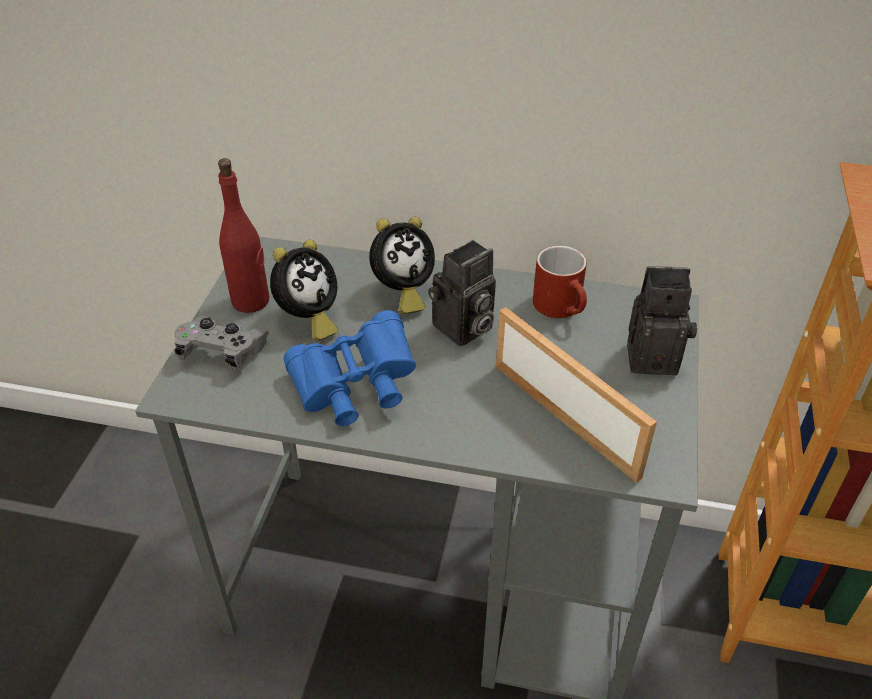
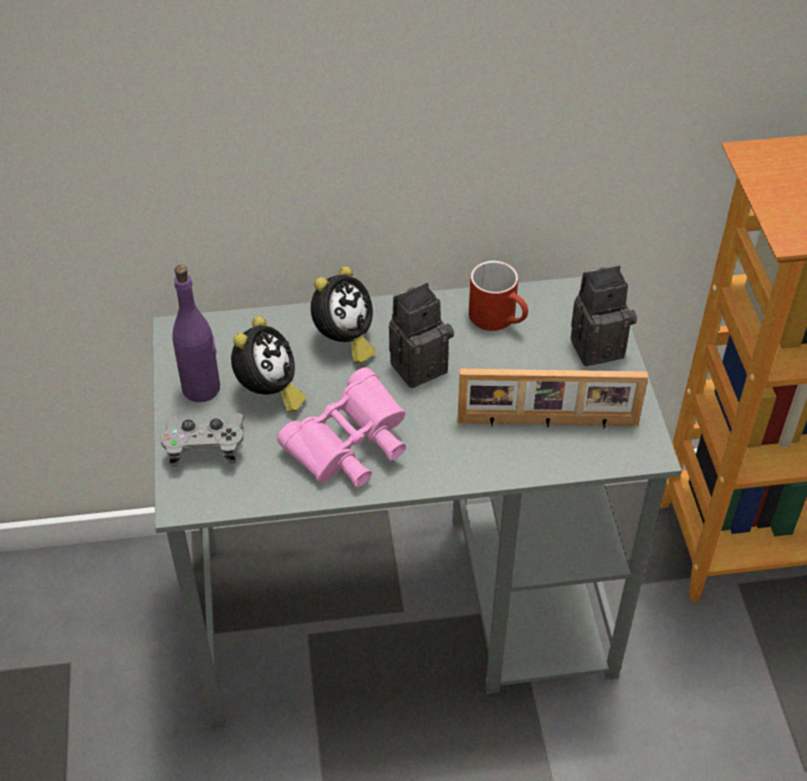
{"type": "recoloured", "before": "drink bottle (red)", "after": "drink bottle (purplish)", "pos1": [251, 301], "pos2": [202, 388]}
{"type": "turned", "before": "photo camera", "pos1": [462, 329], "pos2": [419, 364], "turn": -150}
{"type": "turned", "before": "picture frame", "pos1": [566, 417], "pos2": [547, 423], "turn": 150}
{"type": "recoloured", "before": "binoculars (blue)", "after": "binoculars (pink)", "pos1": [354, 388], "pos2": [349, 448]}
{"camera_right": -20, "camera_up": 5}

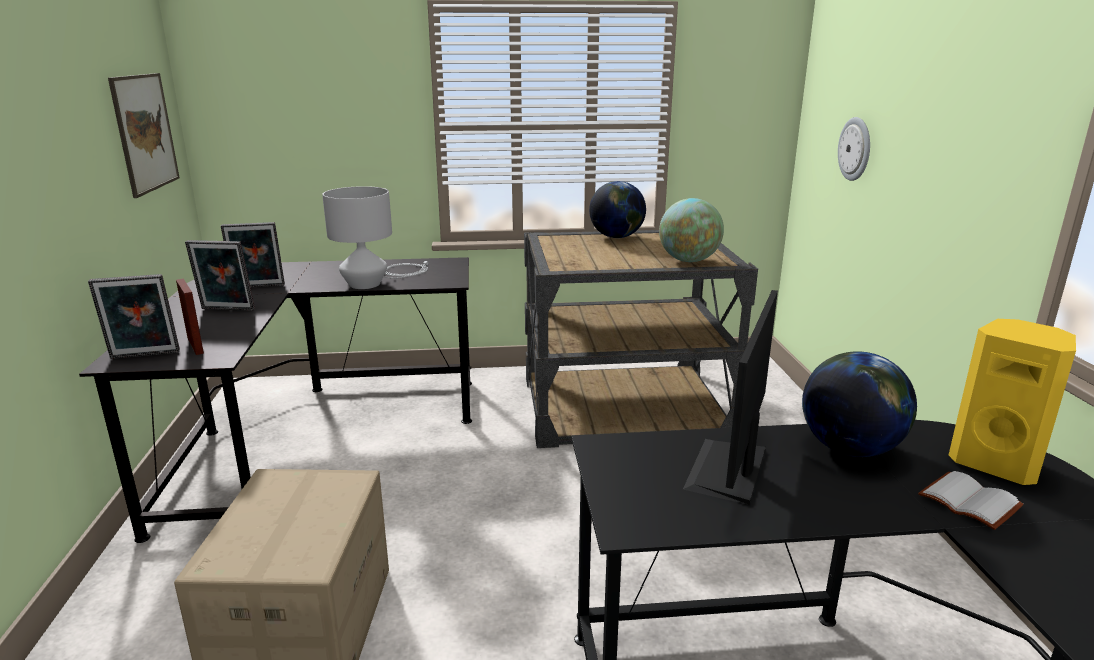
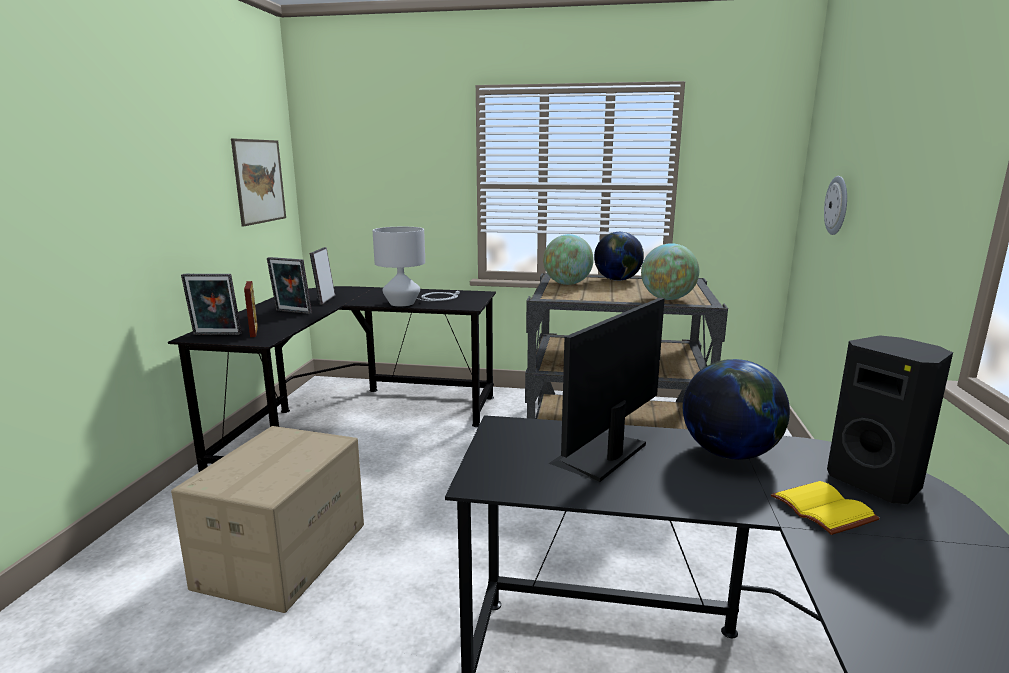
{"type": "turned", "before": "picture frame", "pos1": [258, 287], "pos2": [325, 300], "turn": 90}
{"type": "recoloured", "before": "audio speaker (yellow)", "after": "audio speaker (black)", "pos1": [996, 463], "pos2": [876, 483]}
{"type": "recoloured", "before": "book (whitish)", "after": "book (yellow)", "pos1": [971, 501], "pos2": [825, 509]}
{"type": "added", "after": "desk globe", "pos2": [567, 284]}
{"camera_right": 15, "camera_up": -5}

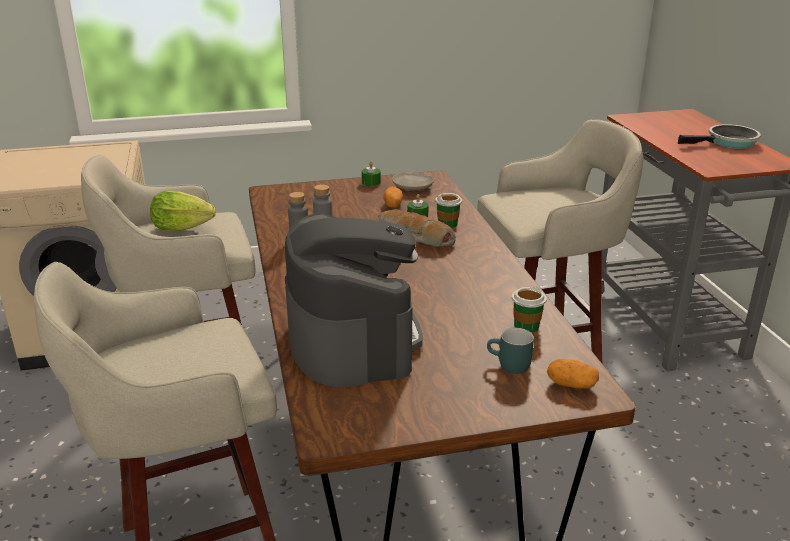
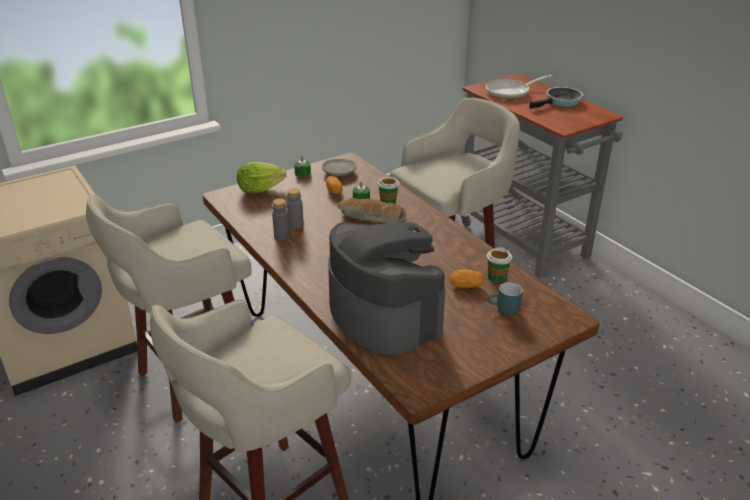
{"type": "moved", "before": "lettuce head", "pos1": [181, 228], "pos2": [259, 189]}
{"type": "moved", "before": "whole potato", "pos1": [571, 384], "pos2": [466, 286]}
{"type": "added", "after": "pan", "pos2": [510, 92]}
{"camera_right": -20, "camera_up": 5}

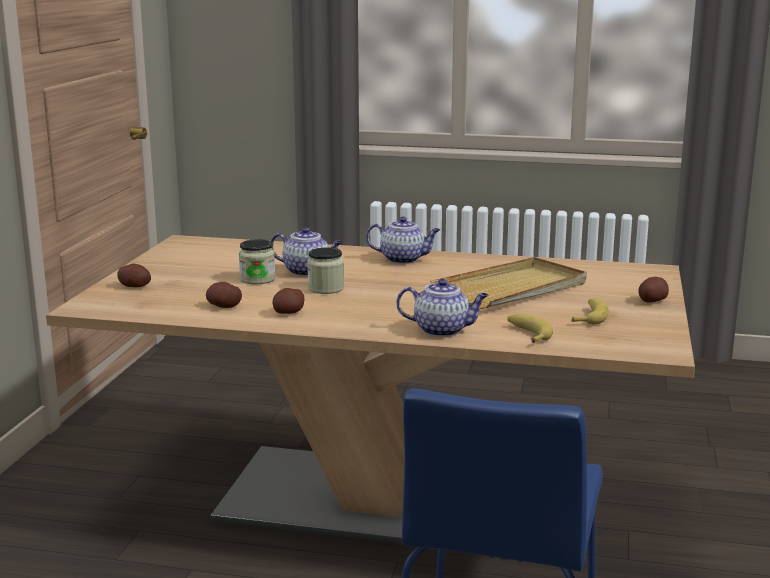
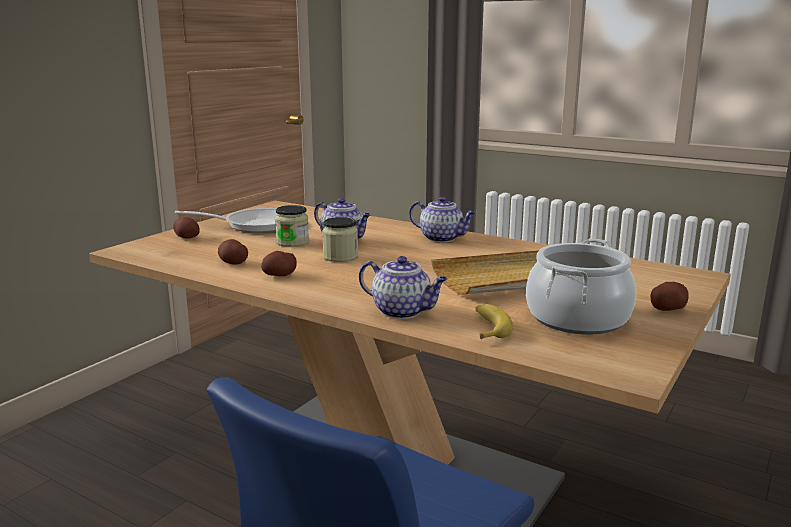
{"type": "replaced", "before": "banana", "after": "saucepot", "pos1": [589, 317], "pos2": [577, 318]}
{"type": "added", "after": "pan", "pos2": [254, 225]}
{"camera_right": 20, "camera_up": 0}

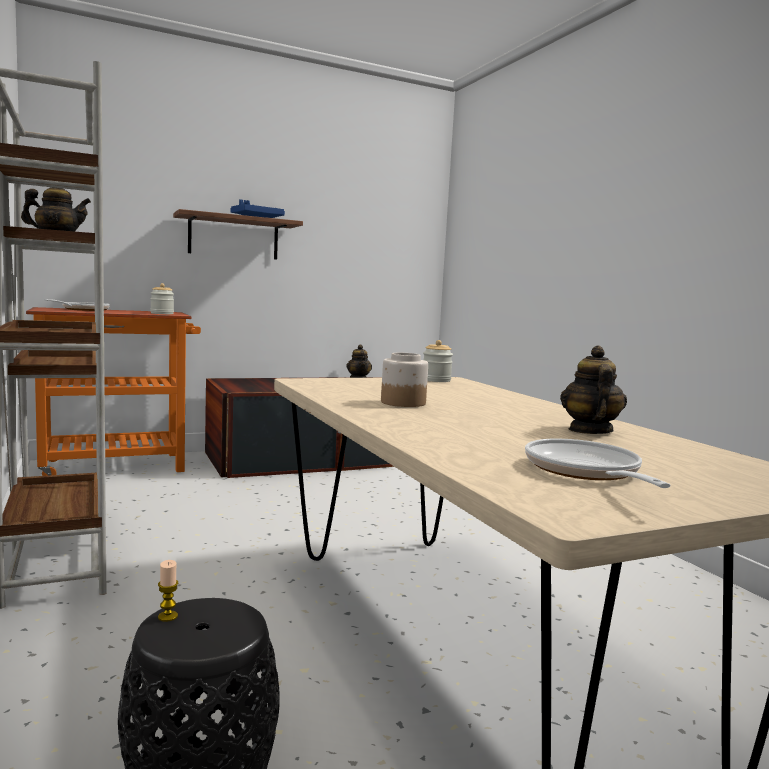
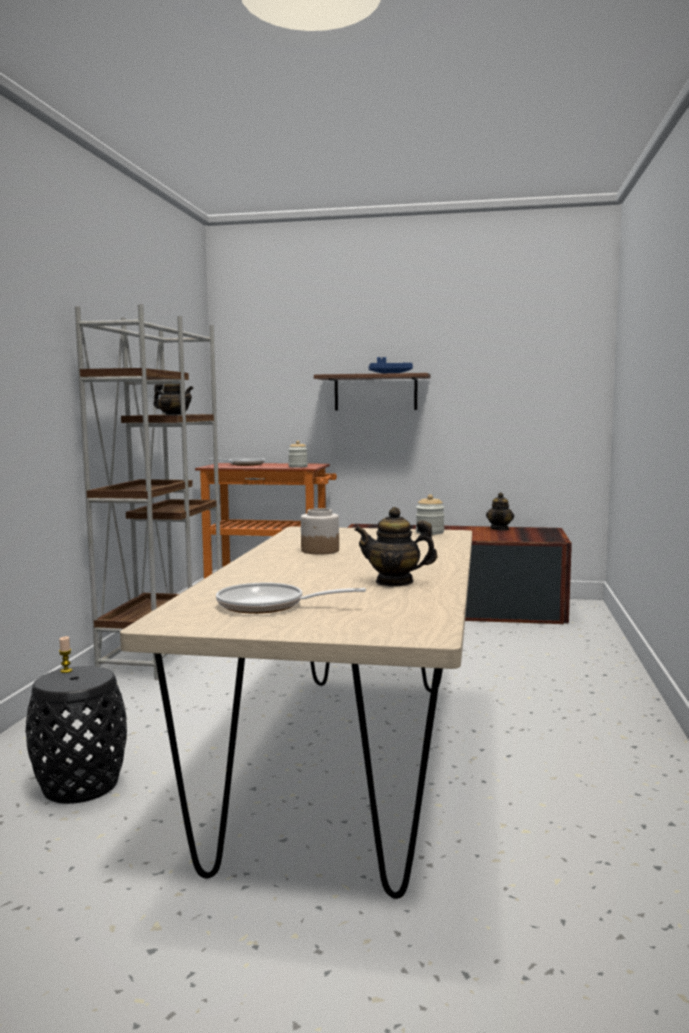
{"type": "turned", "before": "teapot", "pos1": [589, 431], "pos2": [394, 582], "turn": -120}
{"type": "turned", "before": "pan", "pos1": [585, 472], "pos2": [268, 606], "turn": -105}
{"camera_right": 35, "camera_up": 0}

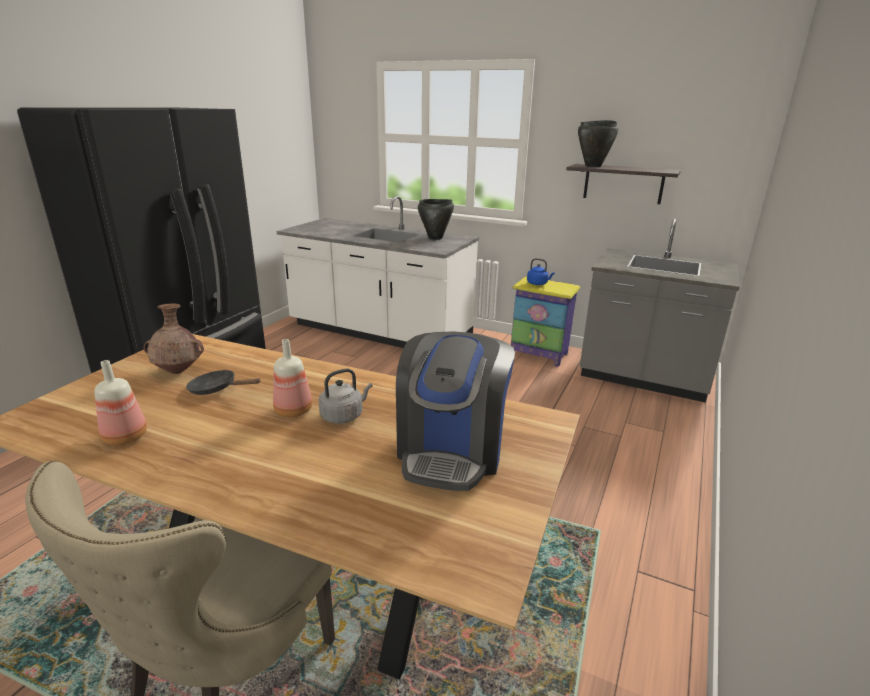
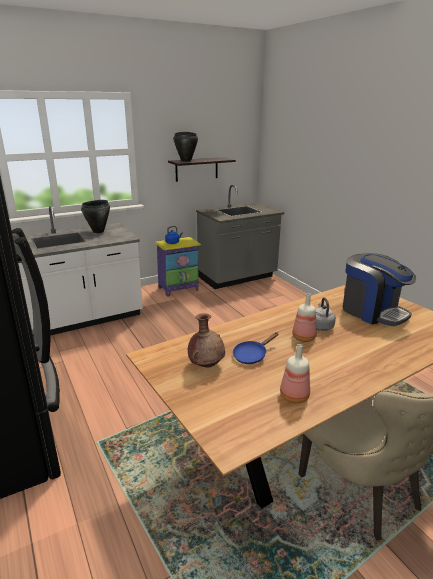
{"type": "recoloured", "before": "pan (black)", "after": "pan (blue)", "pos1": [217, 389], "pos2": [252, 355]}
{"camera_right": -55, "camera_up": 0}

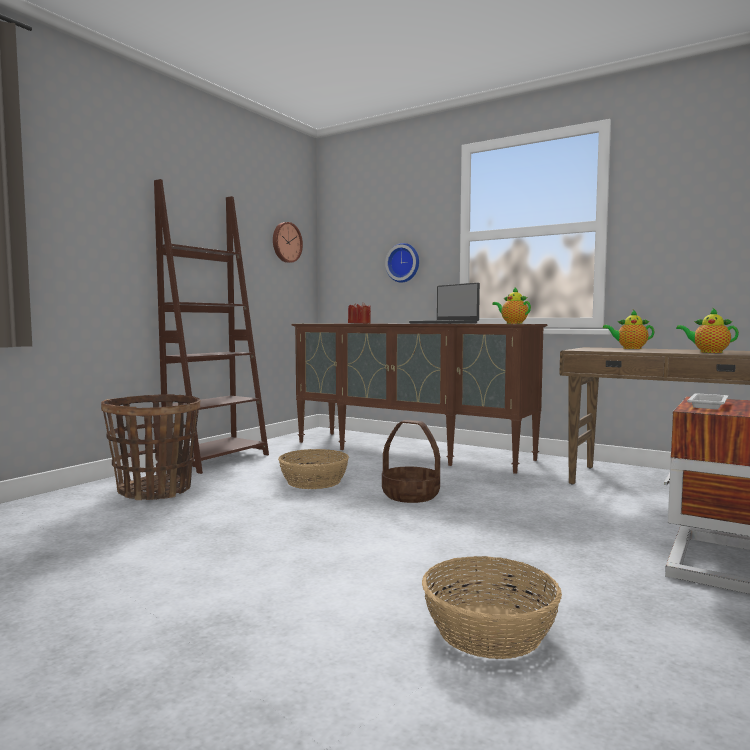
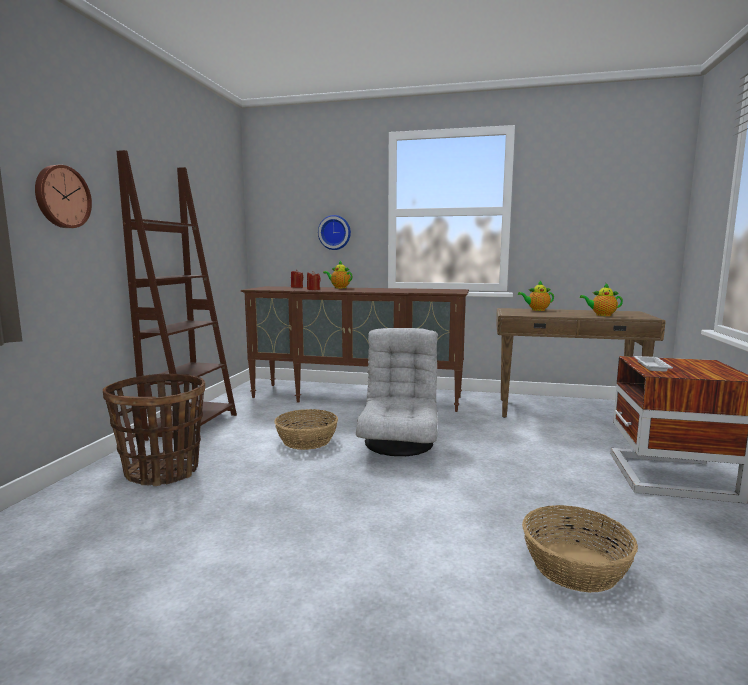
{"type": "moved", "before": "hanging clock", "pos1": [286, 242], "pos2": [61, 197]}
{"type": "removed", "before": "laptop", "pos1": [444, 323]}
{"type": "moved", "before": "teapot", "pos1": [512, 323], "pos2": [339, 288]}
{"type": "replaced", "before": "storage basket", "after": "easy chair (grey)", "pos1": [411, 495], "pos2": [400, 444]}
{"camera_right": -20, "camera_up": 5}

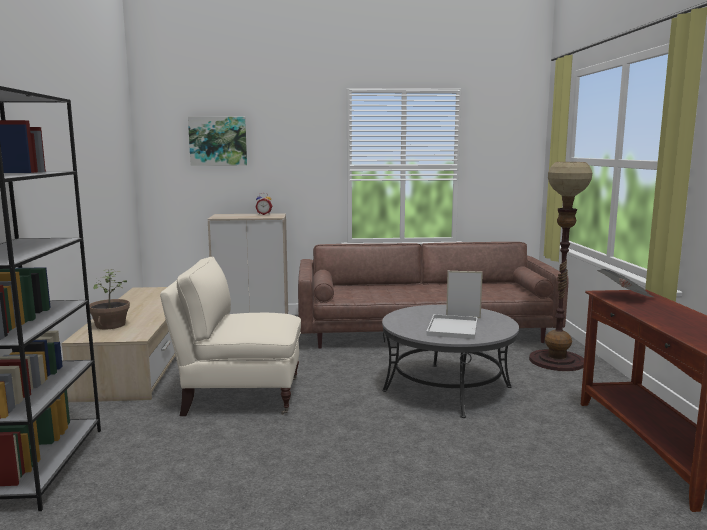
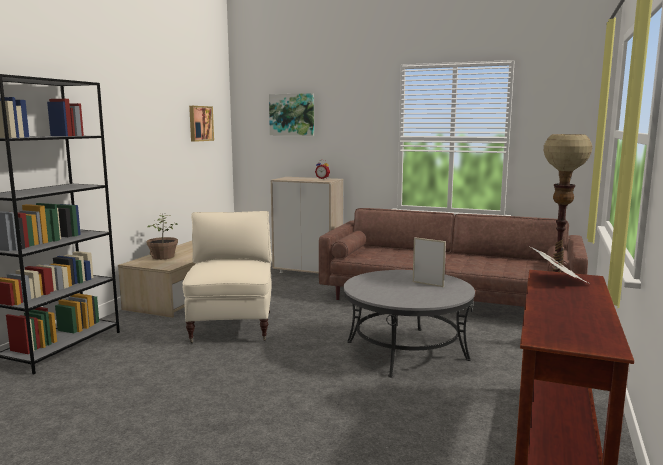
{"type": "turned", "before": "easy chair (sand-coloured)", "pos1": [239, 396], "pos2": [232, 326], "turn": 60}
{"type": "removed", "before": "carrying tray (whitish)", "pos1": [453, 328]}
{"type": "added", "after": "wall art", "pos2": [200, 123]}
{"camera_right": 25, "camera_up": 0}

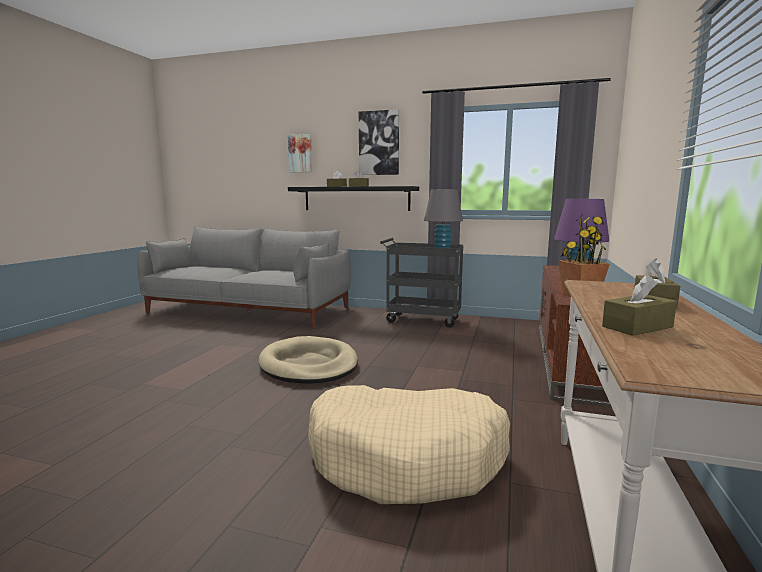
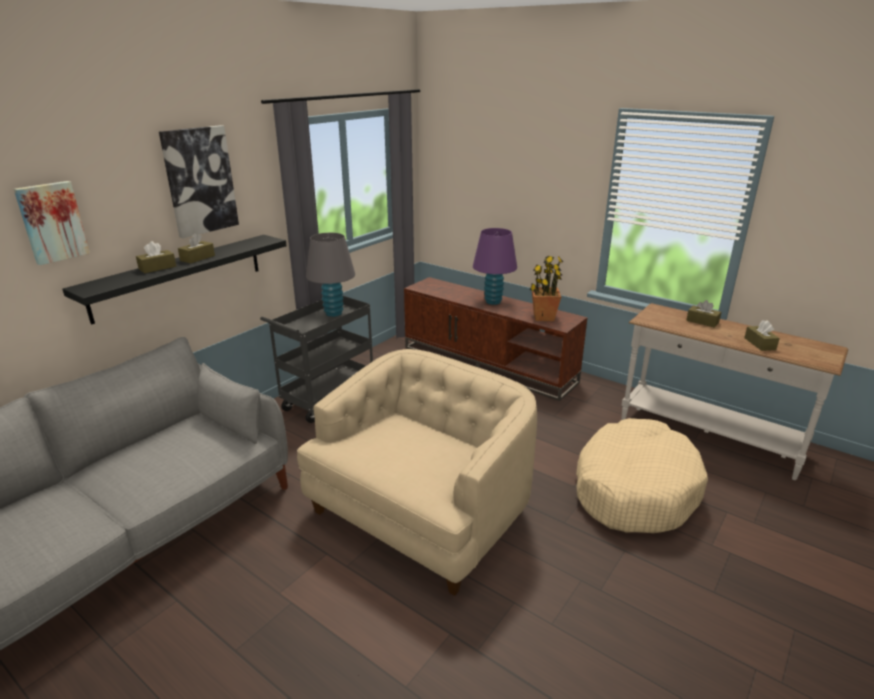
{"type": "replaced", "before": "dog bed (sand-coloured)", "after": "easy chair (sand-coloured)", "pos1": [309, 365], "pos2": [423, 511]}
{"camera_right": -70, "camera_up": 15}

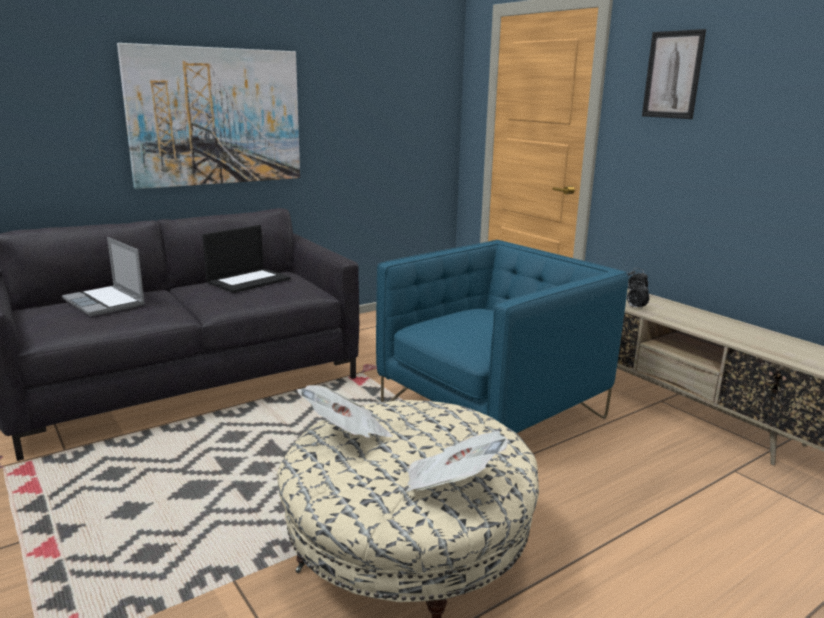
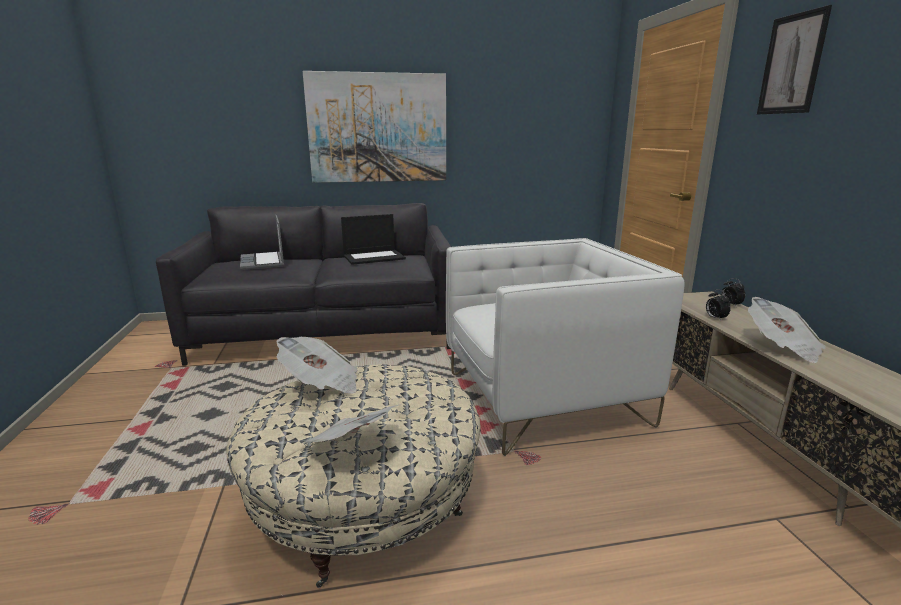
{"type": "recoloured", "before": "easy chair (blue)", "after": "easy chair (whitish)", "pos1": [491, 413], "pos2": [543, 399]}
{"type": "added", "after": "newspaper", "pos2": [782, 347]}
{"camera_right": 25, "camera_up": 0}

